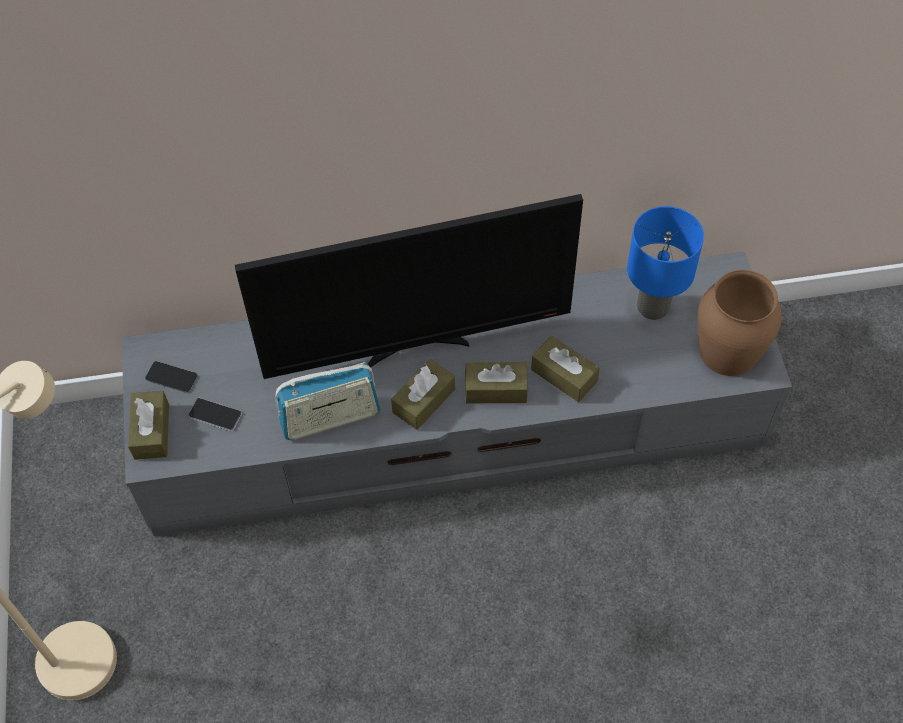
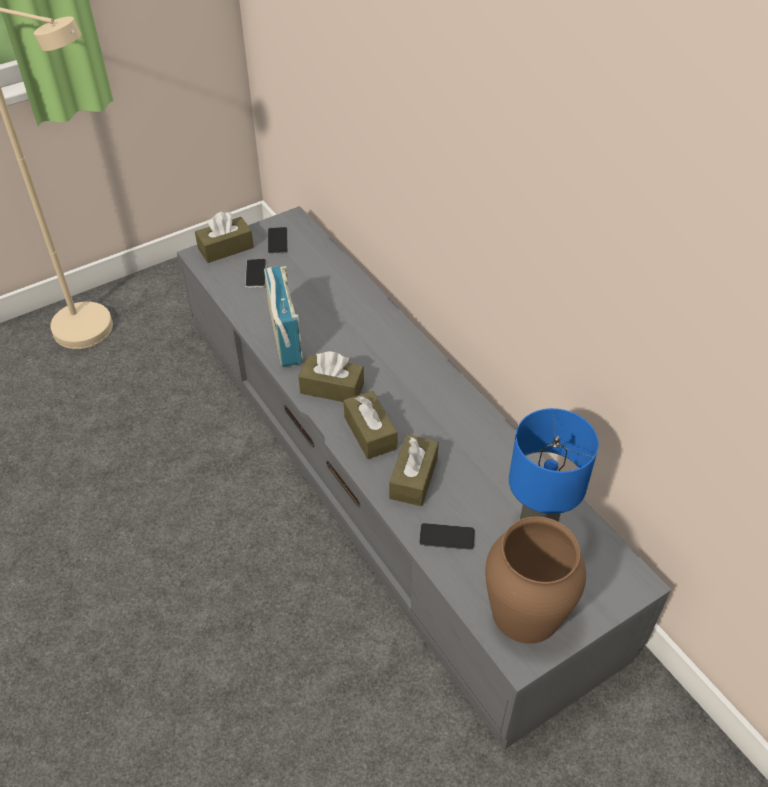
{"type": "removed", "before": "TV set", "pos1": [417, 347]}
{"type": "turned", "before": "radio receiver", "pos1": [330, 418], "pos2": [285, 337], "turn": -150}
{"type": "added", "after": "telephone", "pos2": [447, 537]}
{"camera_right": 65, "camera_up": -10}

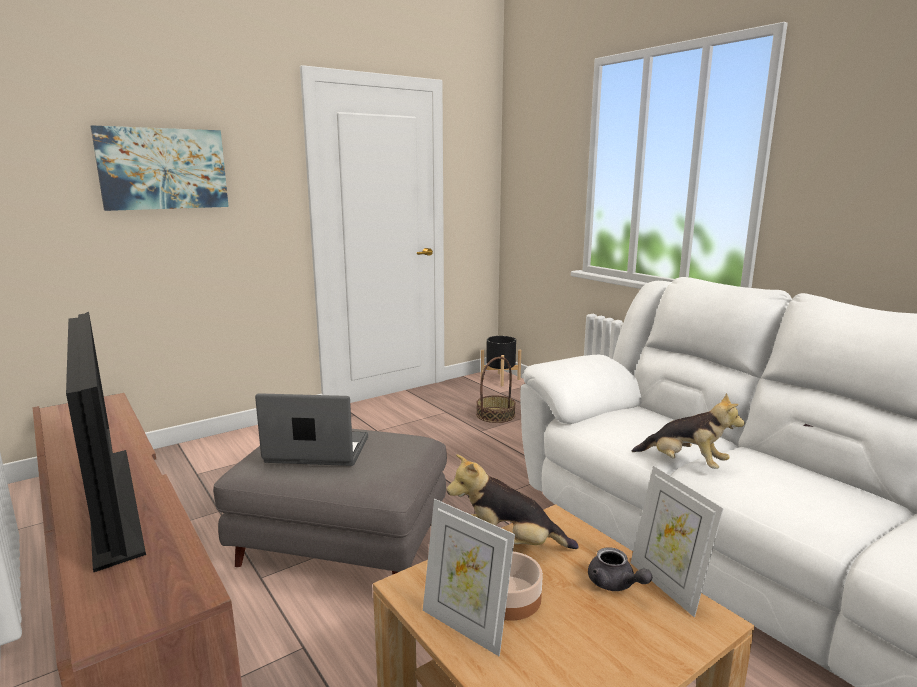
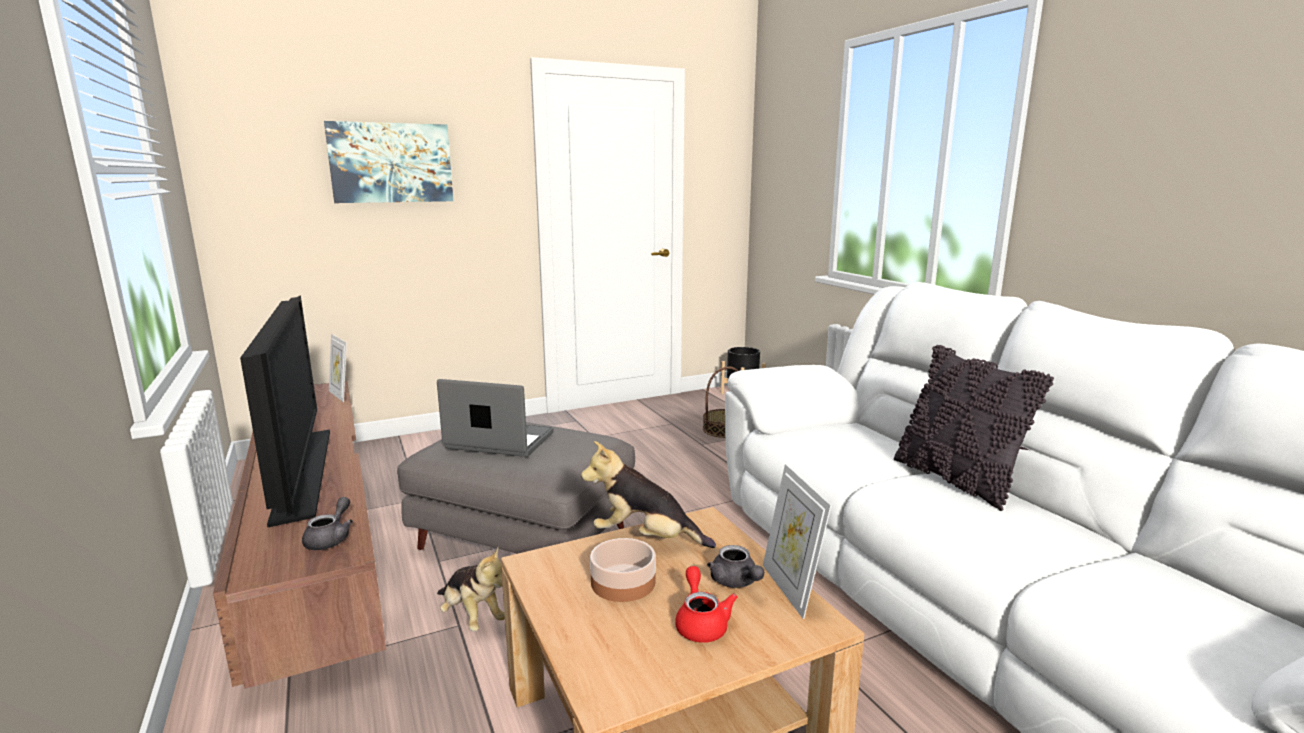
{"type": "moved", "before": "soft toy", "pos1": [685, 464], "pos2": [472, 617]}
{"type": "moved", "before": "picture frame", "pos1": [465, 626], "pos2": [341, 395]}
{"type": "added", "after": "pillow (black)", "pos2": [957, 480]}
{"type": "added", "after": "teapot (grey)", "pos2": [331, 539]}
{"type": "added", "after": "teapot (red)", "pos2": [701, 623]}
{"camera_right": 10, "camera_up": 0}

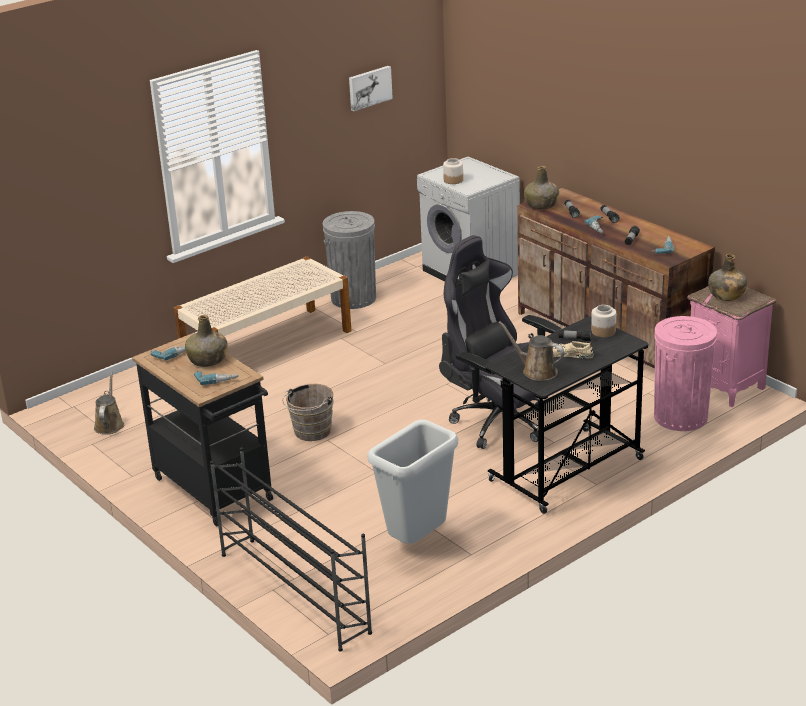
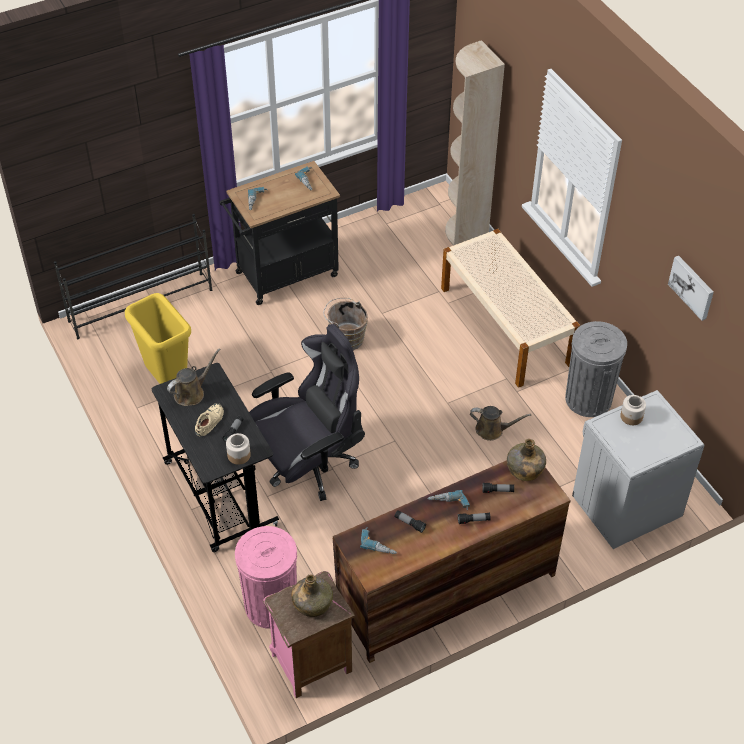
{"type": "removed", "before": "drink bottle (greenish)", "pos1": [208, 360]}
{"type": "moved", "before": "watering pot (brown)", "pos1": [109, 424], "pos2": [492, 430]}
{"type": "recoloured", "before": "waste bin (grey)", "after": "waste bin (yellow)", "pos1": [418, 542], "pos2": [166, 380]}
{"type": "added", "after": "shelving unit (sand-coloured)", "pos2": [463, 233]}
{"camera_right": 100, "camera_up": 20}

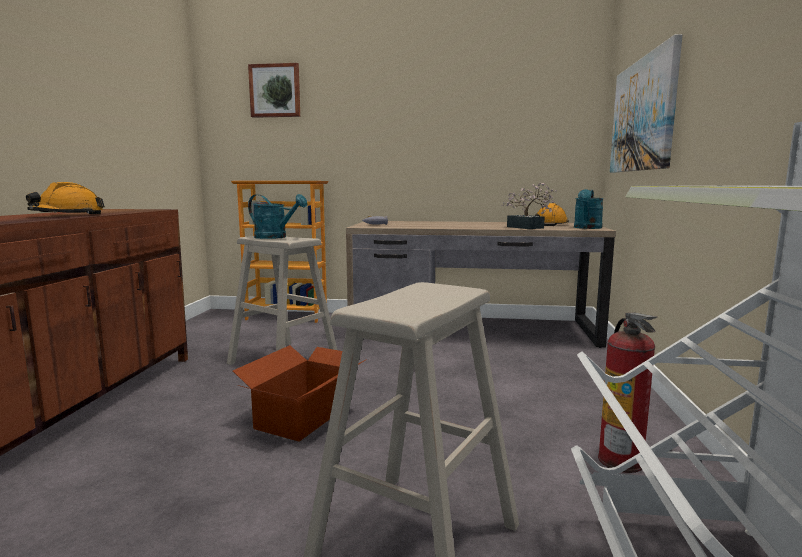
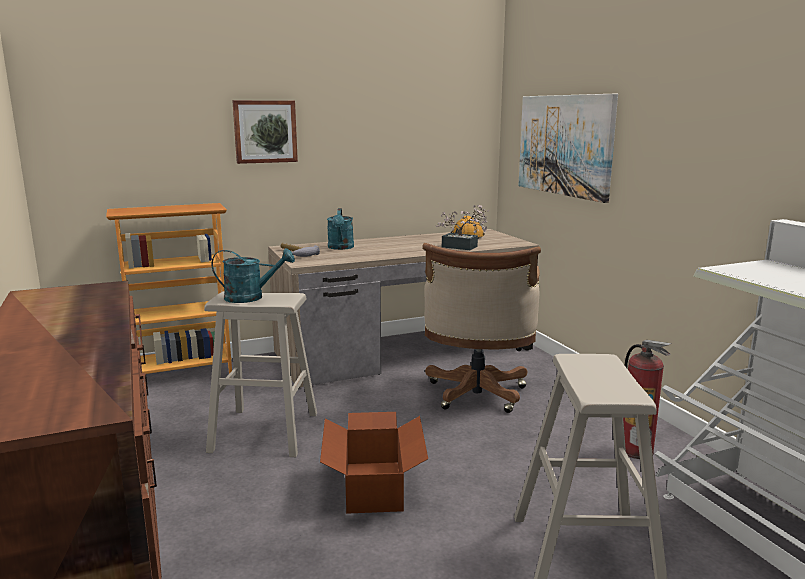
{"type": "moved", "before": "wall art", "pos1": [275, 91], "pos2": [265, 131]}
{"type": "removed", "before": "work helmet (orangey)", "pos1": [68, 215]}
{"type": "moved", "before": "watering pot (blue-green)", "pos1": [587, 228], "pos2": [341, 248]}
{"type": "added", "after": "office chair", "pos2": [477, 395]}
{"camera_right": -30, "camera_up": 5}

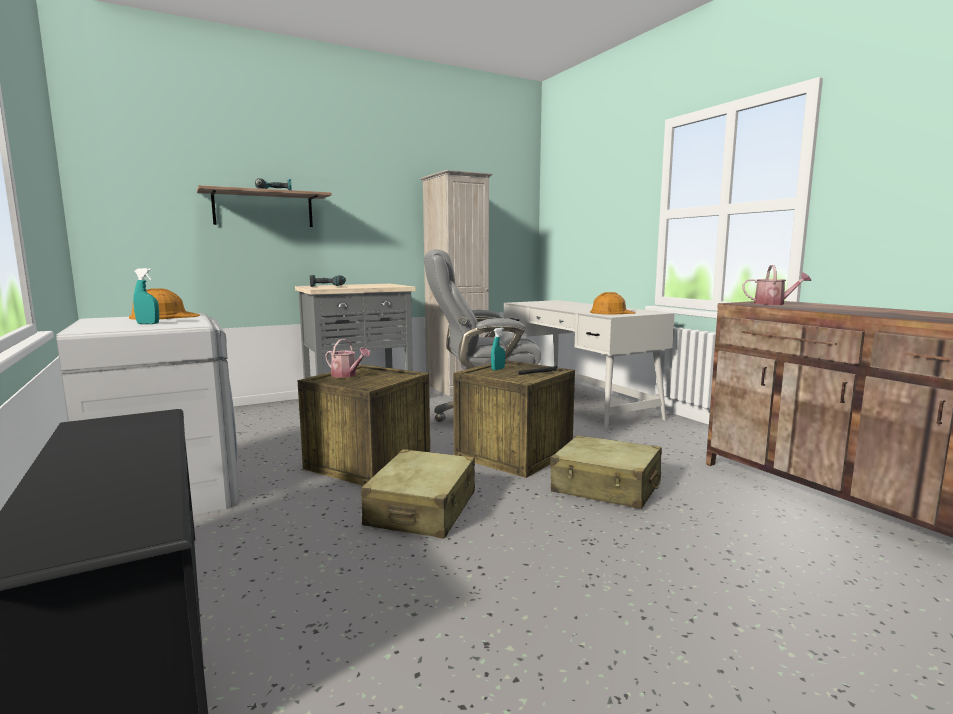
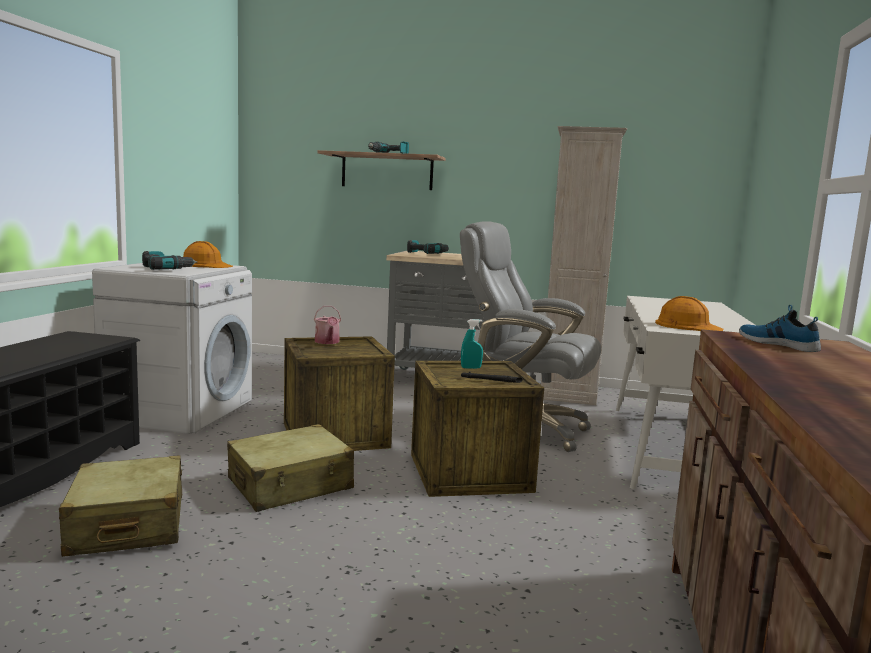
{"type": "replaced", "before": "watering pot", "after": "low shoe", "pos1": [773, 304], "pos2": [778, 344]}
{"type": "replaced", "before": "spray bottle (blue-green)", "after": "electric drill", "pos1": [148, 323], "pos2": [166, 269]}
{"type": "moved", "before": "piece of luggage (sand-coloured)", "pos1": [606, 487], "pos2": [127, 525]}
{"camera_right": 40, "camera_up": 0}

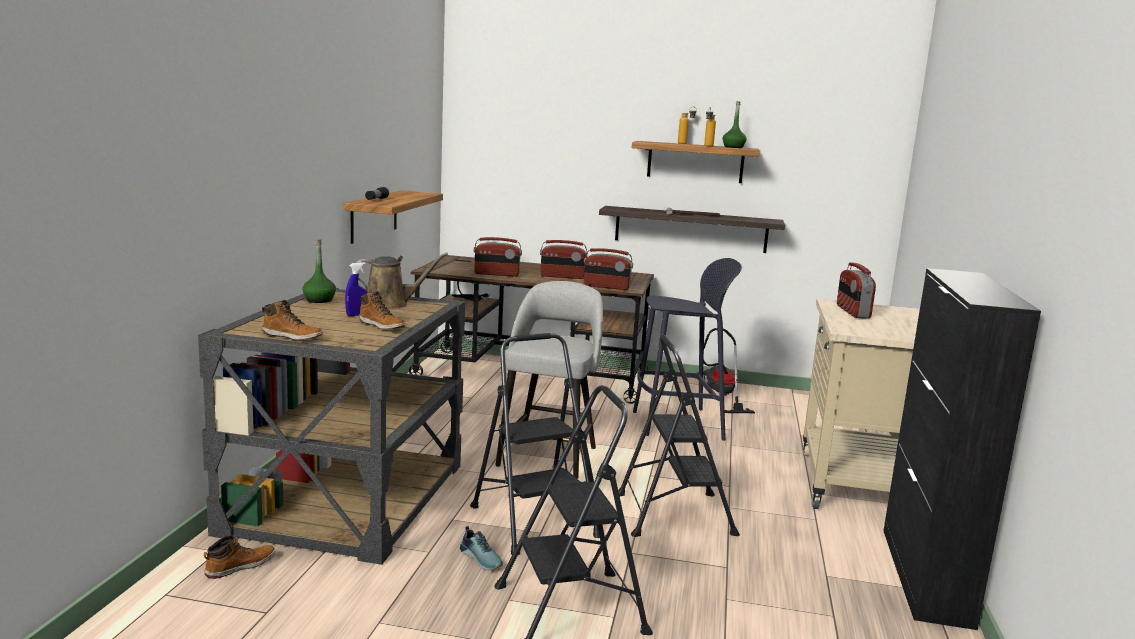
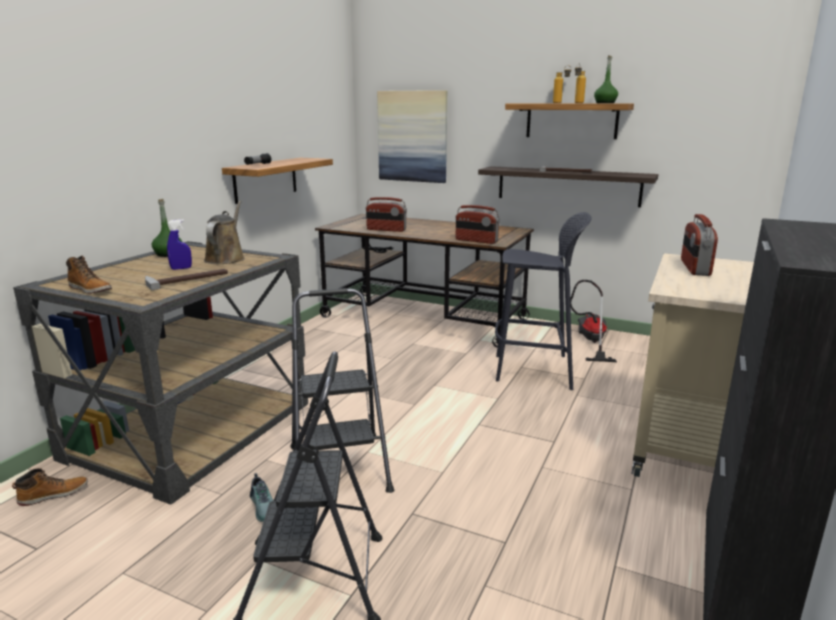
{"type": "removed", "before": "radio receiver", "pos1": [562, 277]}
{"type": "turned", "before": "watering pot (brown)", "pos1": [390, 304], "pos2": [226, 258], "turn": -90}
{"type": "removed", "before": "sitting stool (grey)", "pos1": [548, 455]}
{"type": "replaced", "before": "tall boot", "after": "hand hammer", "pos1": [382, 325], "pos2": [187, 279]}
{"type": "removed", "before": "stepladder (black)", "pos1": [671, 513]}
{"type": "added", "after": "wall art", "pos2": [412, 136]}
{"camera_right": 15, "camera_up": 5}

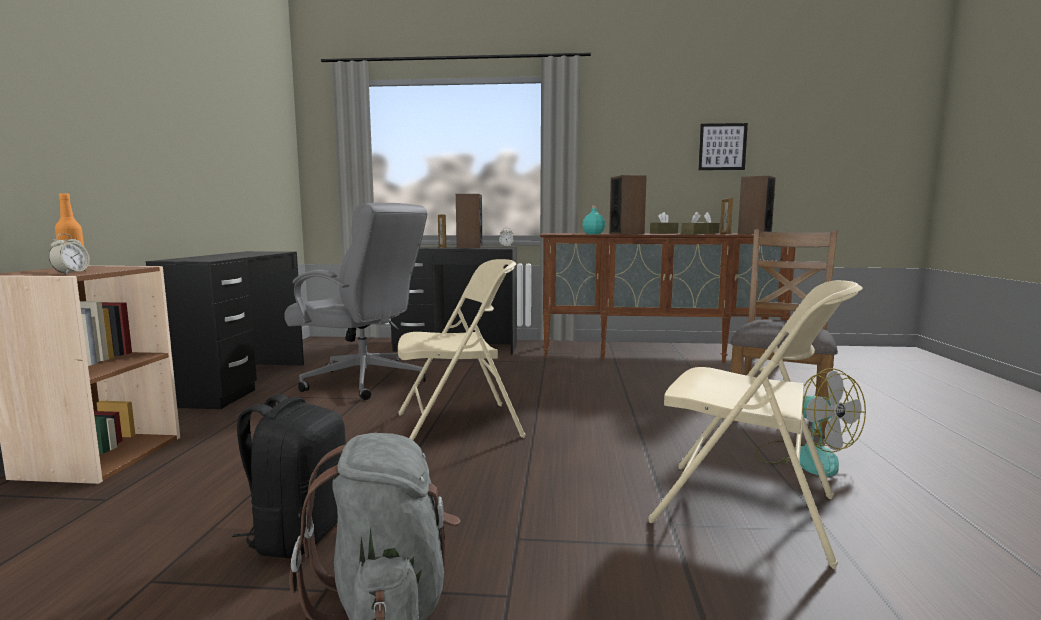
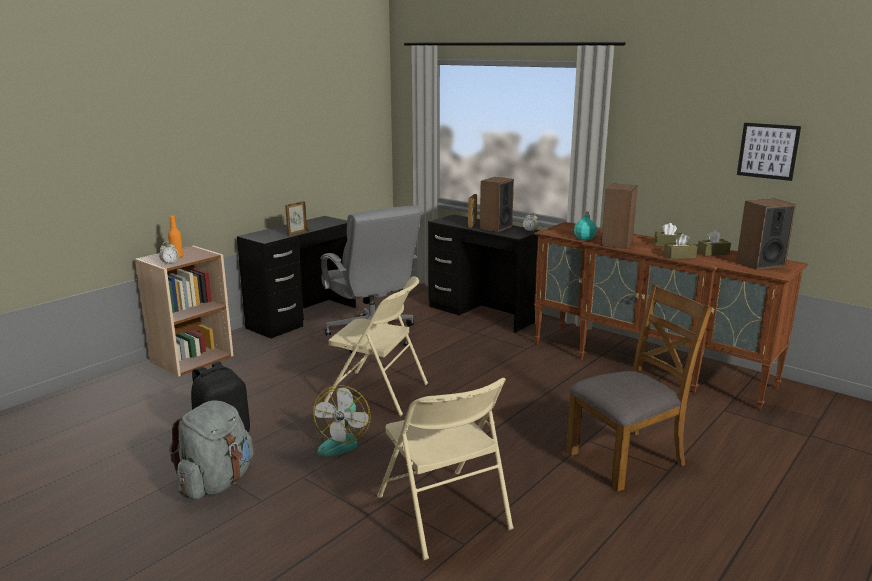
{"type": "moved", "before": "picture frame", "pos1": [725, 233], "pos2": [297, 233]}
{"type": "moved", "before": "electric fan", "pos1": [803, 457], "pos2": [341, 441]}
{"camera_right": 35, "camera_up": 10}

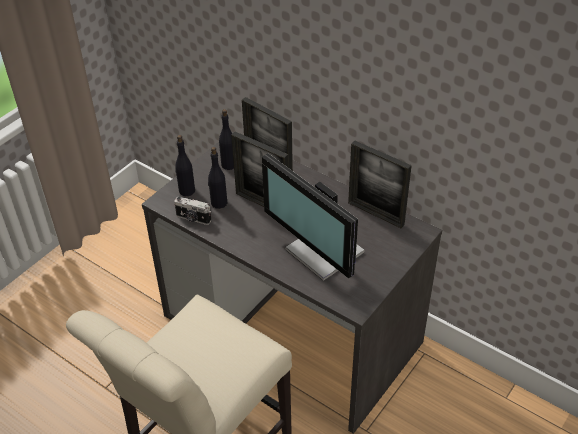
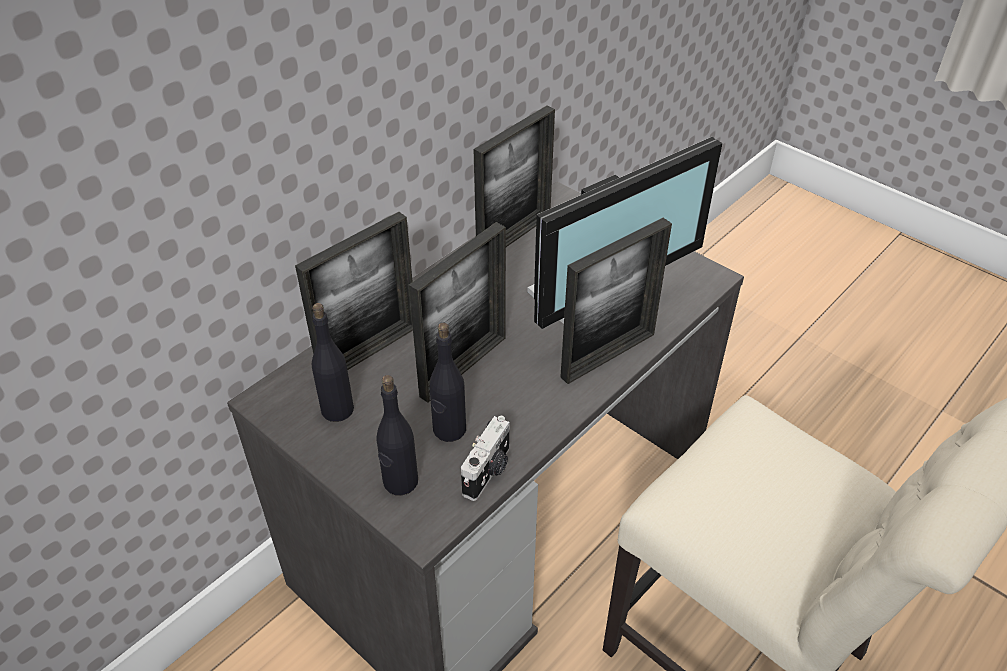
{"type": "added", "after": "picture frame", "pos2": [608, 355]}
{"camera_right": -85, "camera_up": 0}

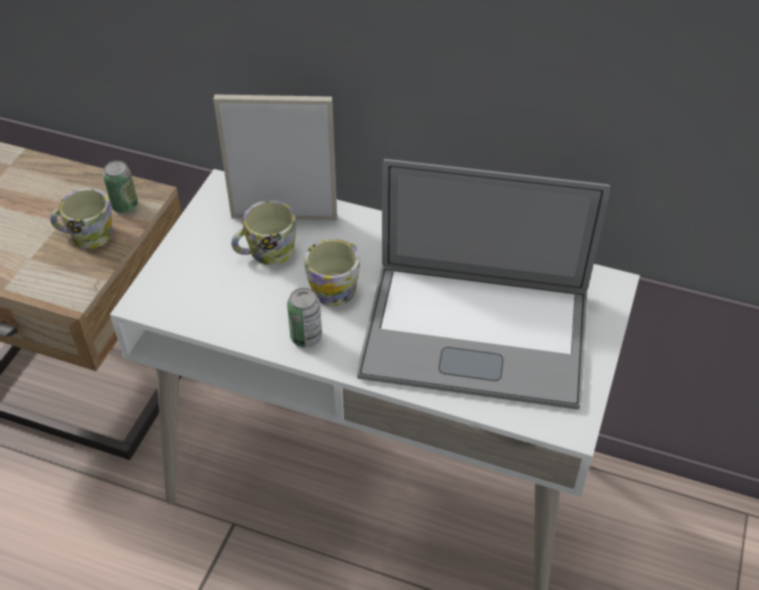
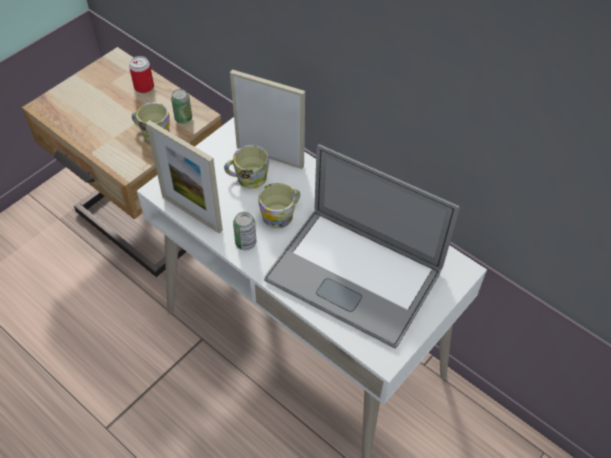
{"type": "added", "after": "can", "pos2": [144, 87]}
{"type": "added", "after": "picture frame", "pos2": [192, 213]}
{"camera_right": 20, "camera_up": 5}

